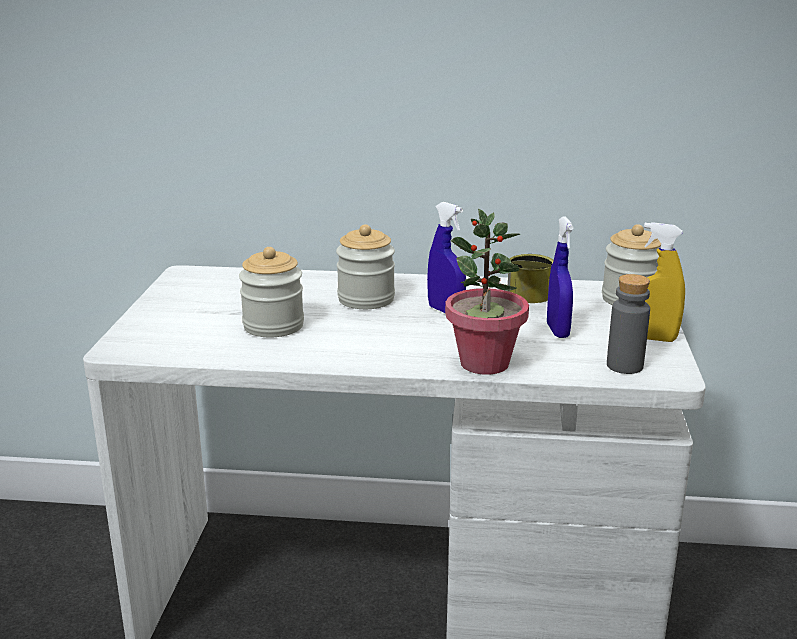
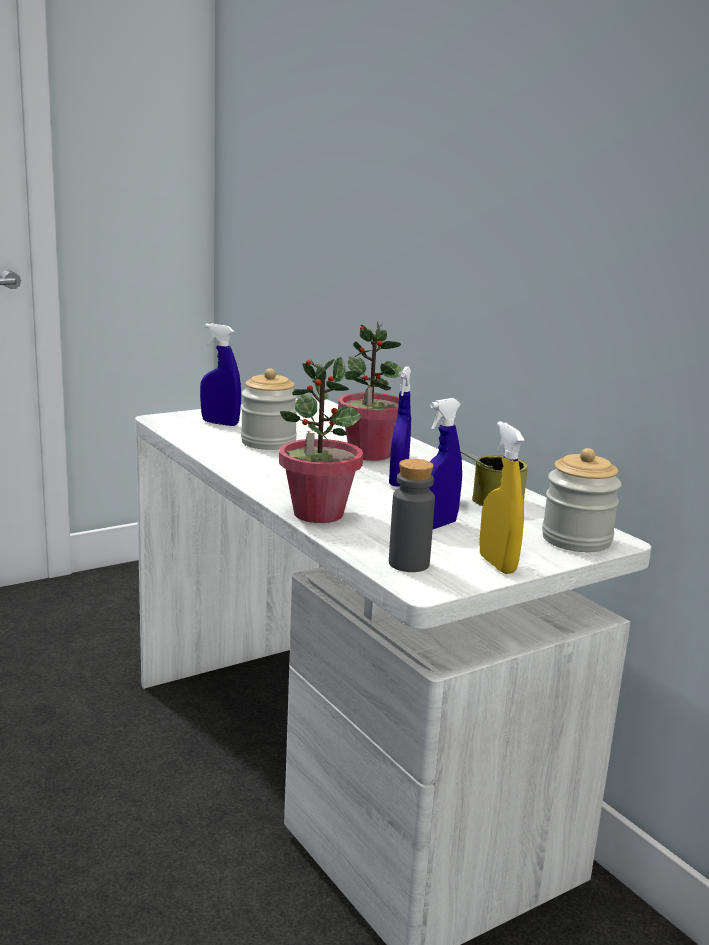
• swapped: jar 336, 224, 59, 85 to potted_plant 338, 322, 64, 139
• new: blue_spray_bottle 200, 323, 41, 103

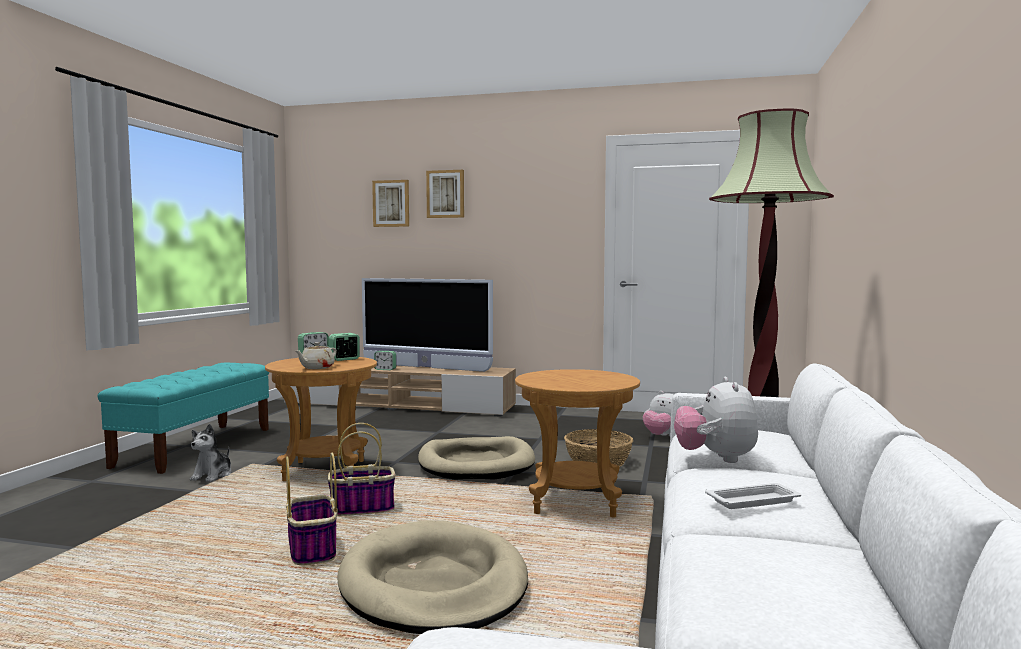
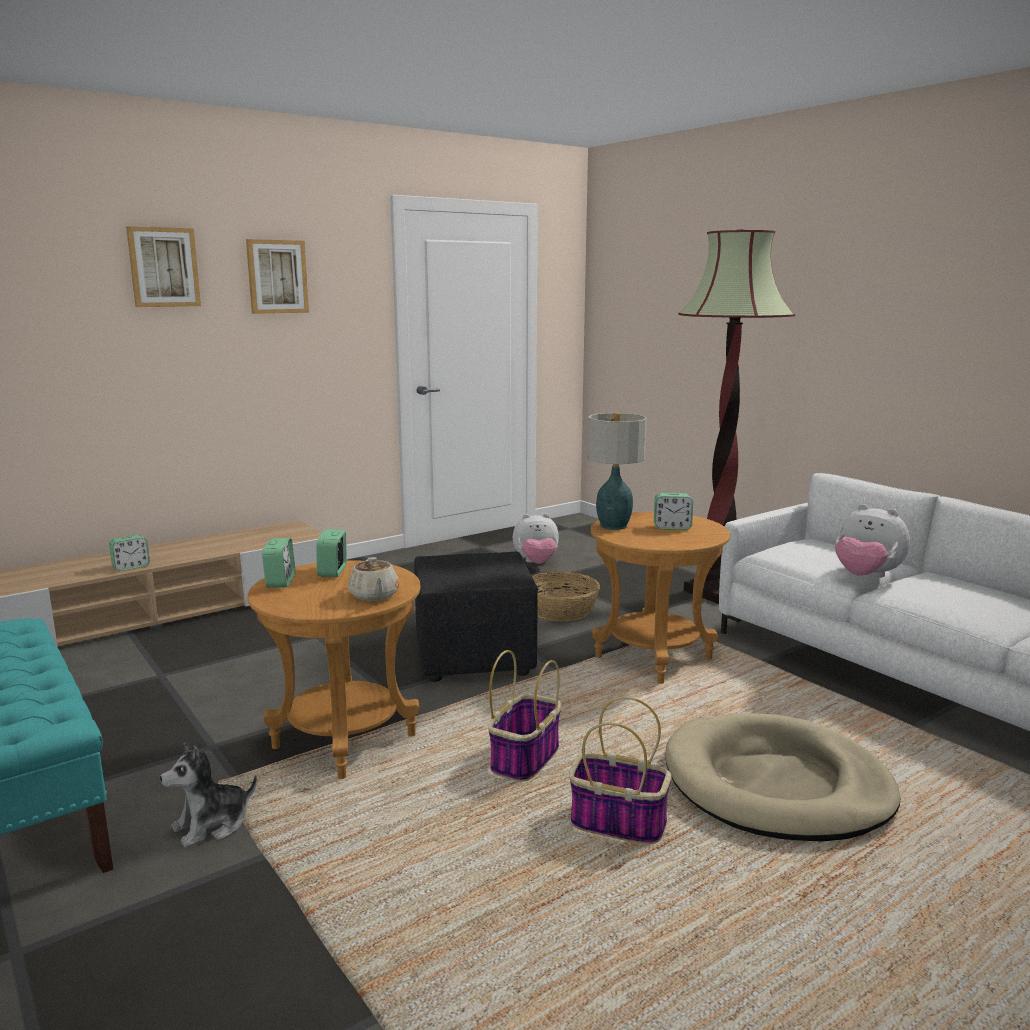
• shifted: picture 372, 180, 37, 47 to 246, 239, 63, 75
• gone: television 362, 278, 131, 94
• rotated: plush_toy 190, 424, 42, 58 = 160, 743, 97, 105 90 degrees clockwise
• swapped: beige_dog_bed 418, 436, 117, 44 to black_ottoman 414, 552, 124, 130
• gone: white_tray 705, 483, 96, 26
• new: table_lamp 587, 412, 60, 118
• new: alarm_clock 654, 493, 39, 37

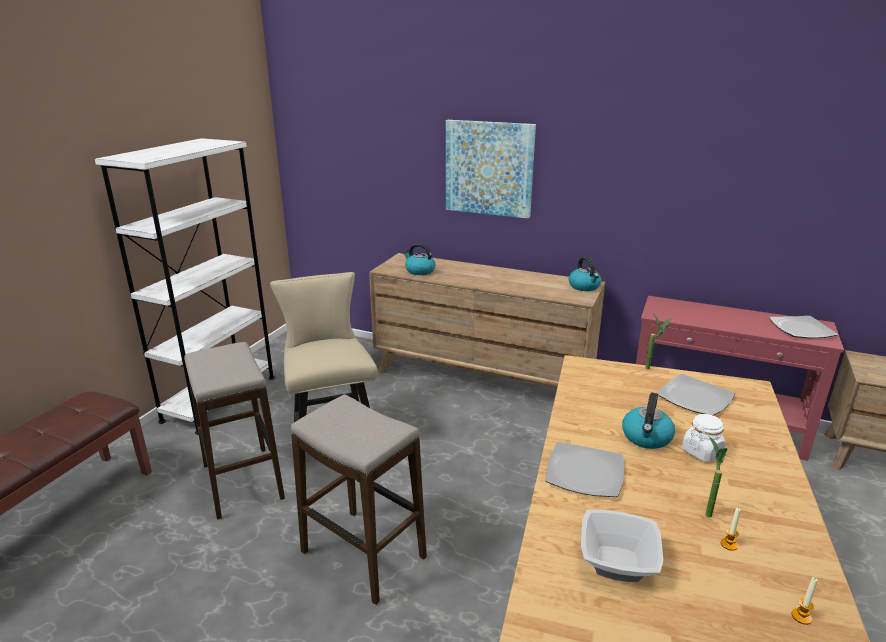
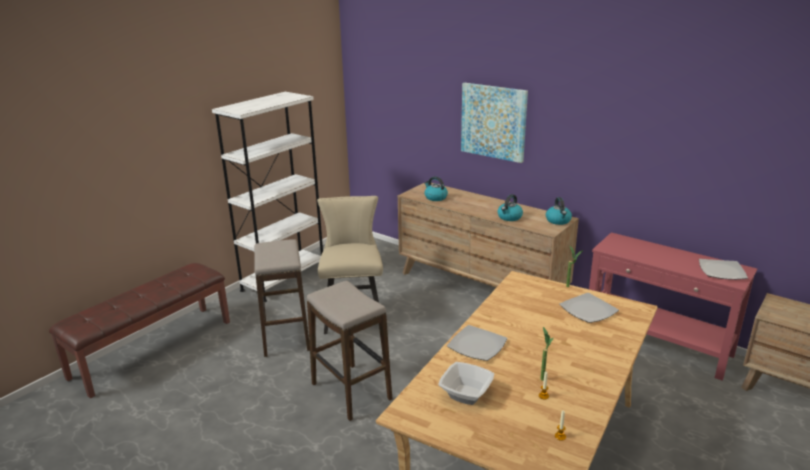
• shifted: kettle 622, 393, 53, 56 to 497, 194, 26, 27
• gone: white_jar 682, 414, 44, 48

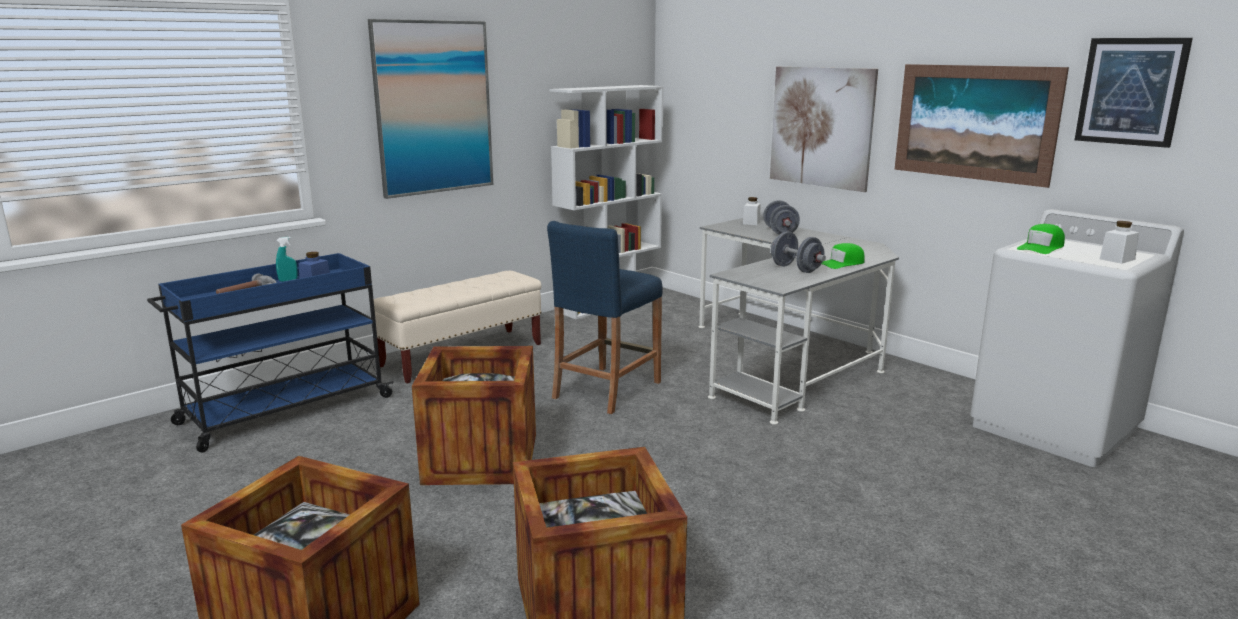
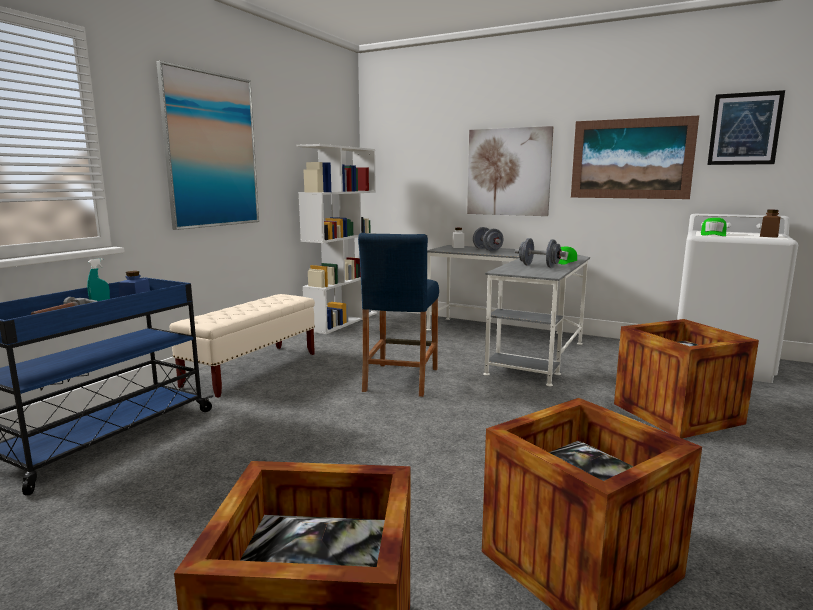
• repainted: white_jar 1100, 221, 39, 43 to brown_jar 760, 210, 20, 28
• shifted: crate 412, 346, 124, 139 to 614, 319, 145, 120

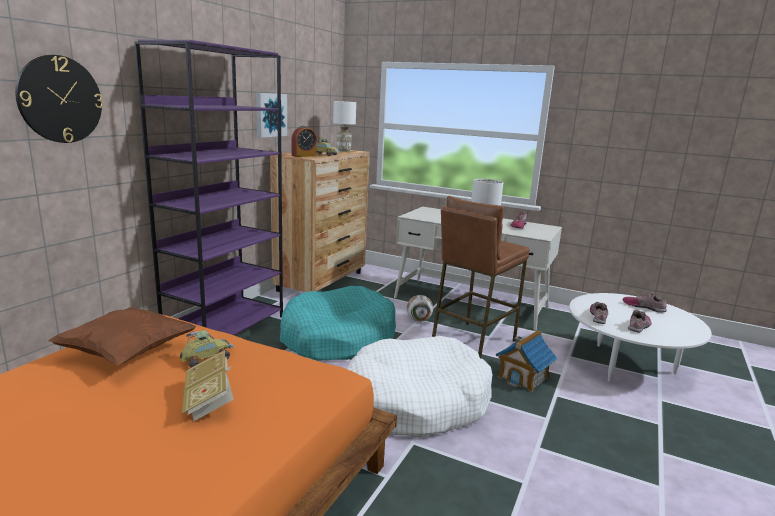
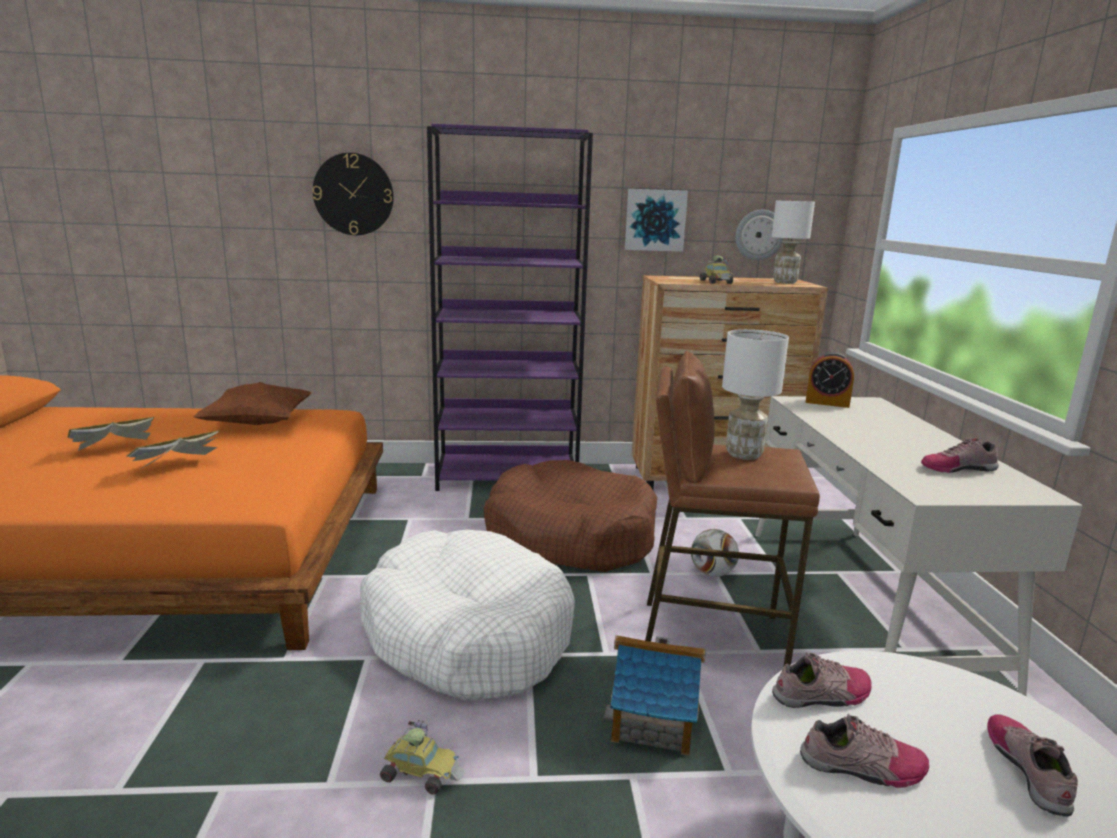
• shifted: alarm_clock 292, 126, 25, 31 to 806, 352, 48, 56
• repainted: turquoise_dog_bed 280, 286, 116, 75 to brown_dog_bed 484, 460, 173, 112
• shifted: toy_car 180, 330, 54, 38 to 380, 720, 85, 75
• new: wall_clock 736, 210, 47, 50
• new: book 67, 417, 87, 34

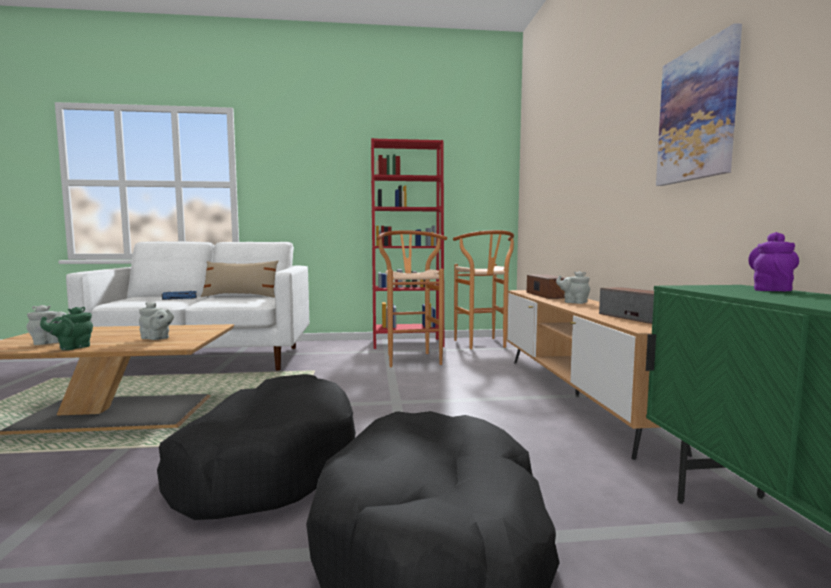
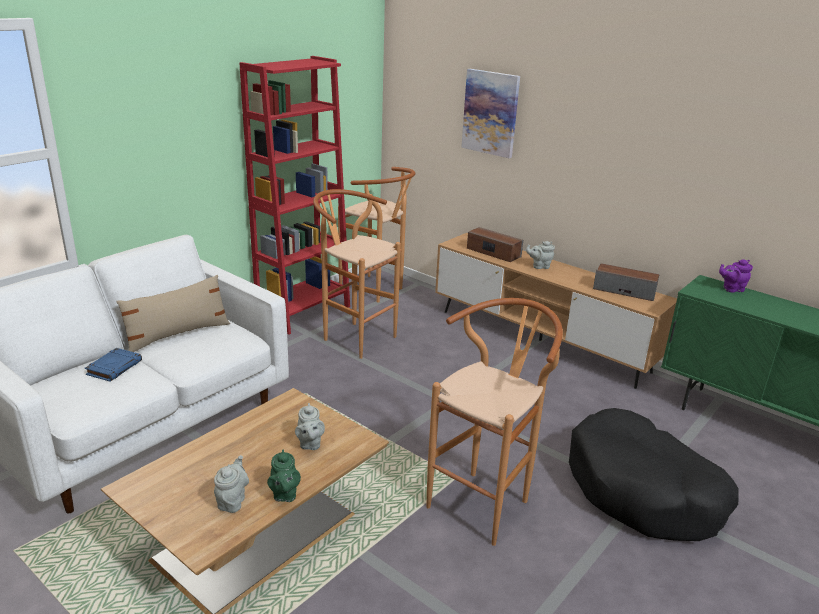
• shifted: picture 656, 23, 86, 163 to 461, 69, 59, 89
• rotated: purple_teapot 748, 232, 51, 59 = 719, 259, 34, 34 90 degrees counterclockwise
• rotated: grey_teapot 139, 302, 35, 38 = 295, 403, 30, 47 105 degrees clockwise
• swapped: black_dog_bed 157, 374, 199, 146 to brown_stool 427, 298, 136, 248

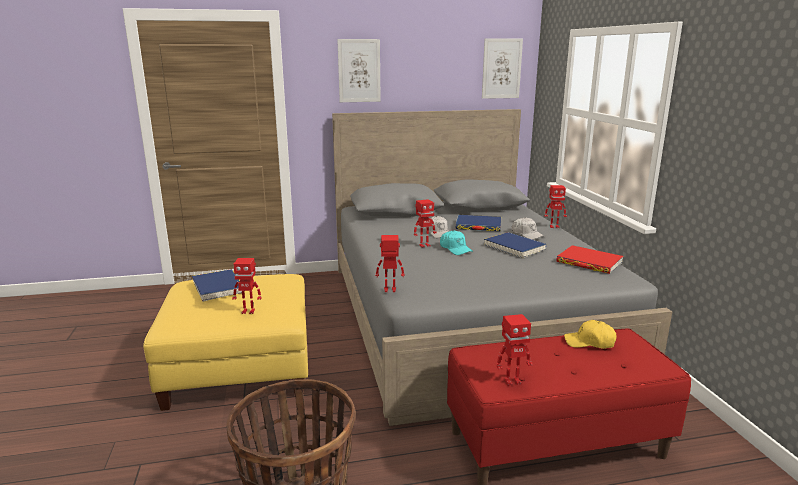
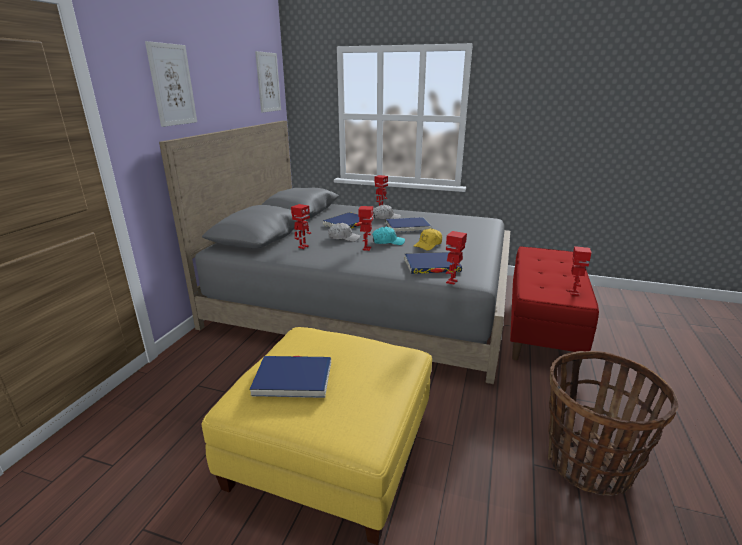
• gone: red_book 556, 245, 67, 29
• shifted: toy_robot 232, 258, 30, 56 to 291, 204, 20, 45
• shifted: yellow_cap 564, 320, 53, 29 to 413, 228, 29, 23
• new: blue_book 405, 252, 57, 22

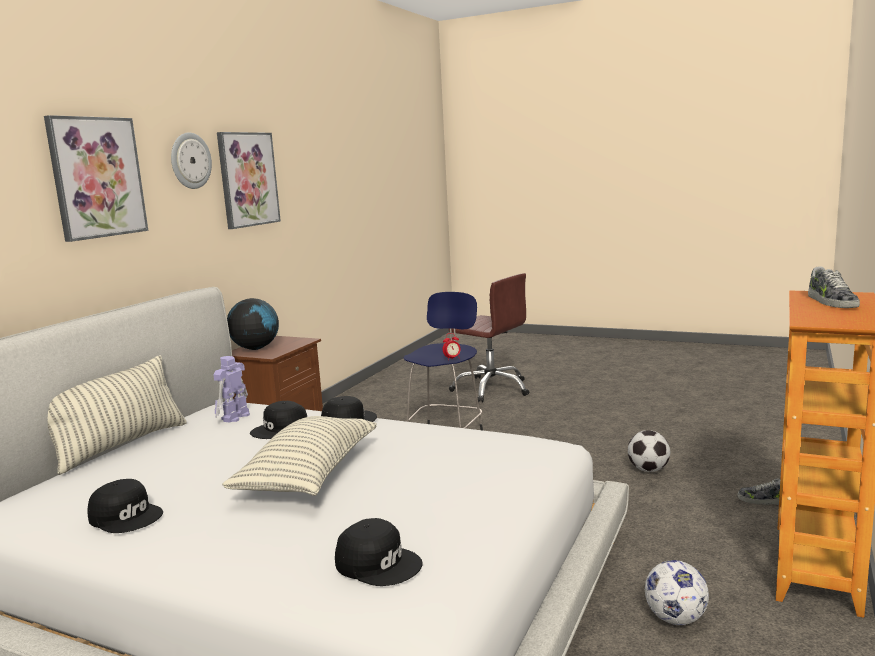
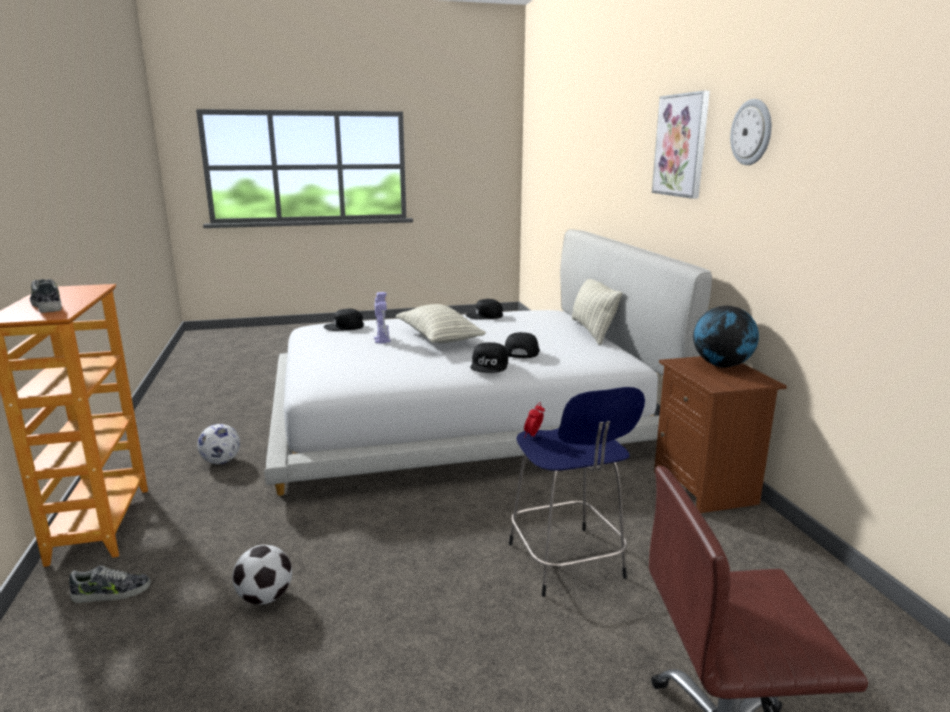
• gone: picture 217, 132, 64, 97
• shifted: toy_robot 213, 356, 37, 67 to 374, 292, 17, 52

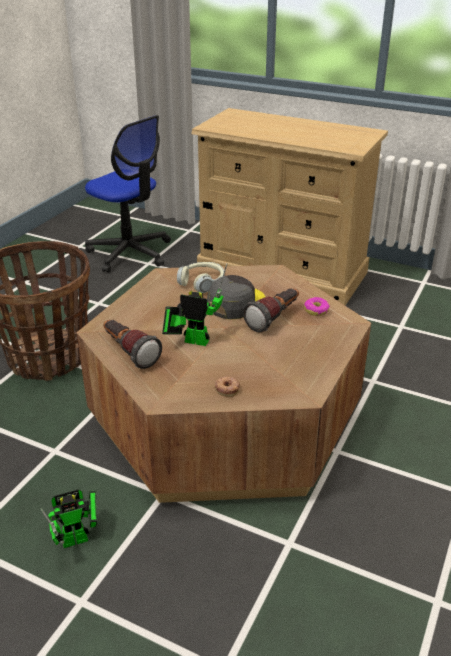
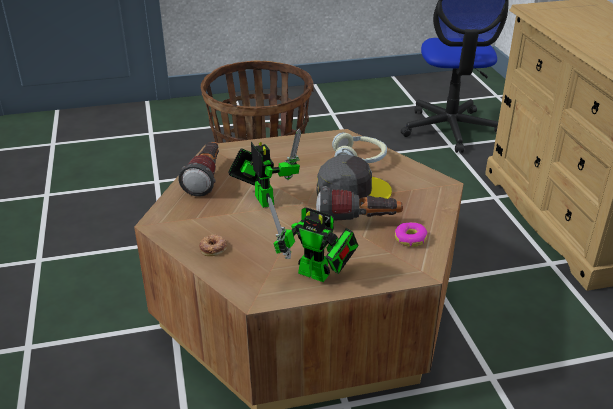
• shifted: toy_robot 40, 489, 57, 59 to 268, 197, 90, 85

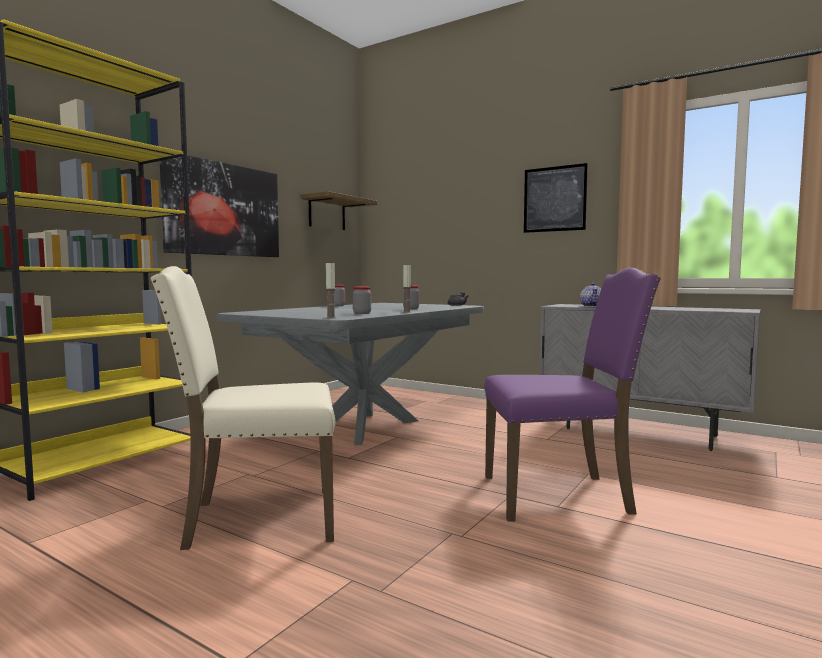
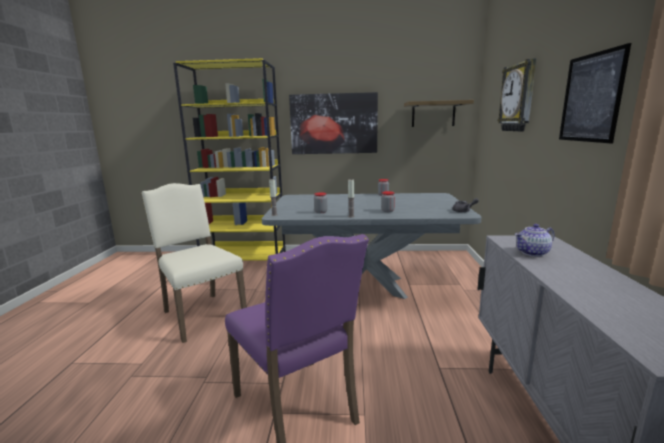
• new: wall_clock 498, 58, 39, 74

